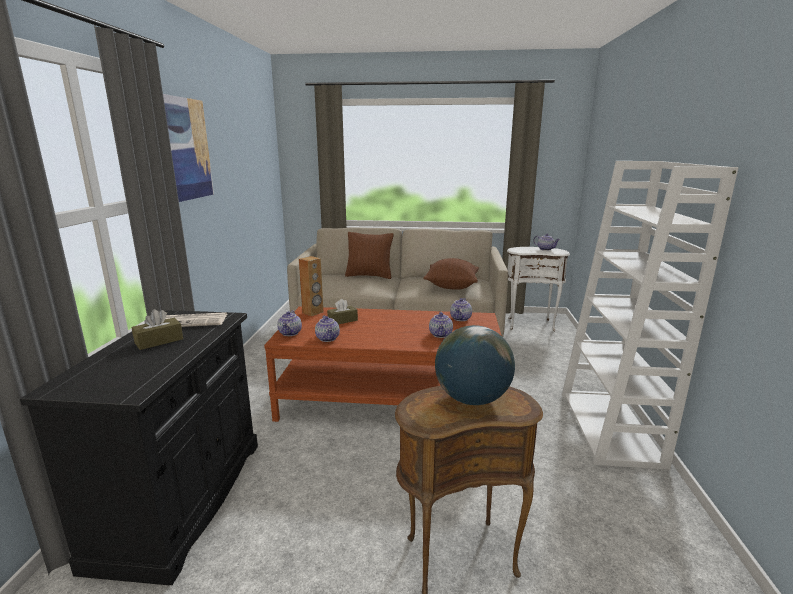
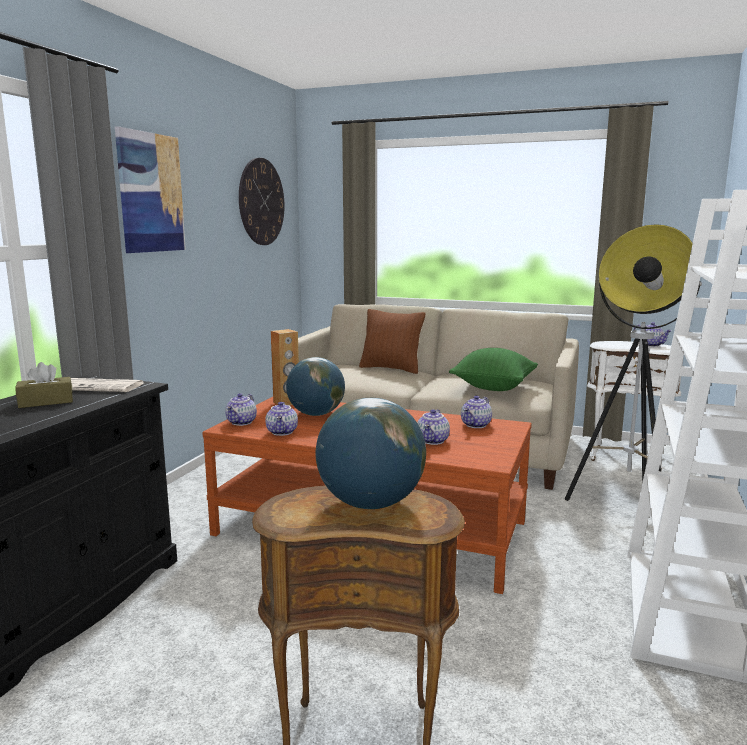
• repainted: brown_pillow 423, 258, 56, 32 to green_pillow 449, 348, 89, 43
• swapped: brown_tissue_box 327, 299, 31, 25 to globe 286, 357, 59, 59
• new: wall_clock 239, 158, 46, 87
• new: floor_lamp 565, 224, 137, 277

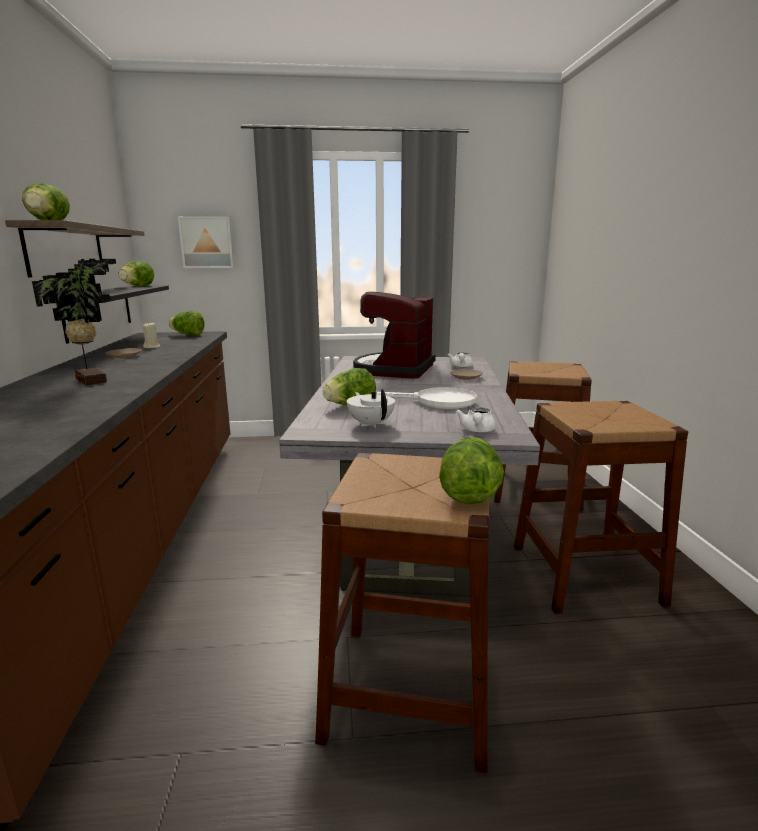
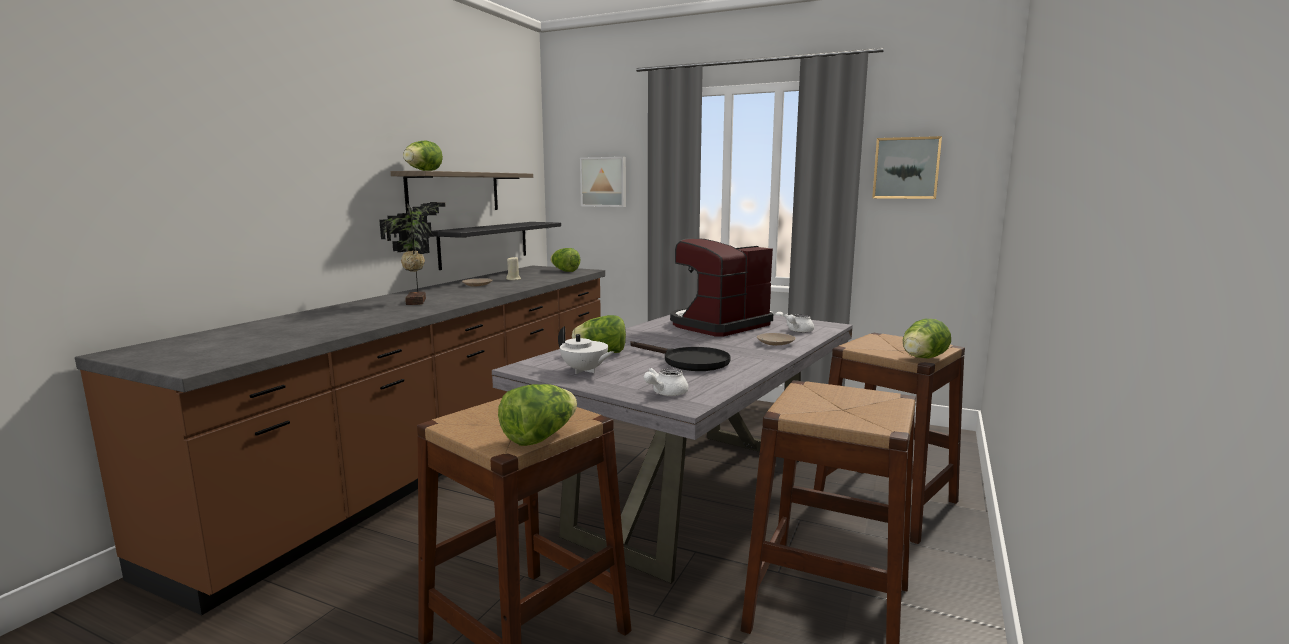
• shifted: lettuce 119, 261, 35, 25 to 903, 319, 48, 40
• repainted: white_frying_pan 376, 387, 101, 22 to black_frying_pan 630, 341, 101, 30
• rotated: white_teapot 347, 389, 48, 39 = 558, 326, 56, 48 120 degrees clockwise
• new: picture 872, 136, 70, 63

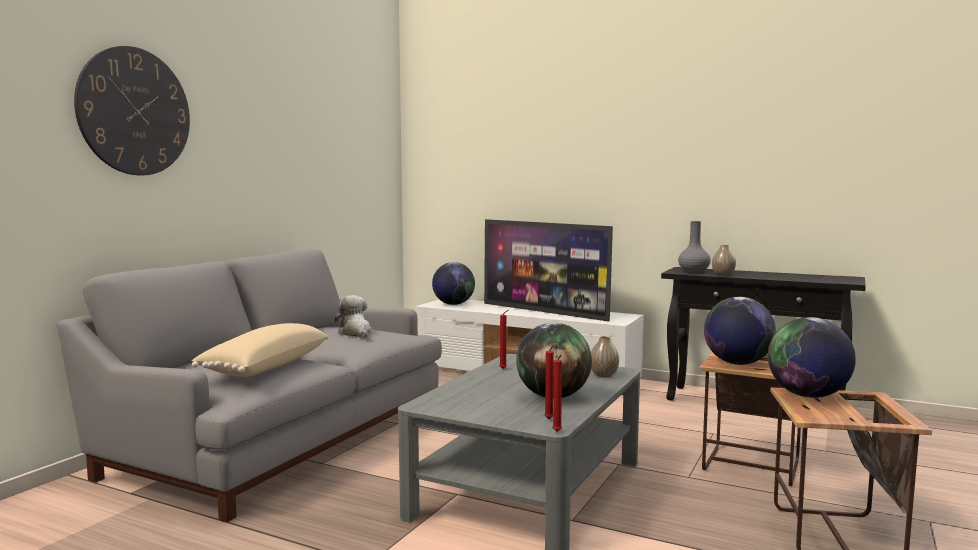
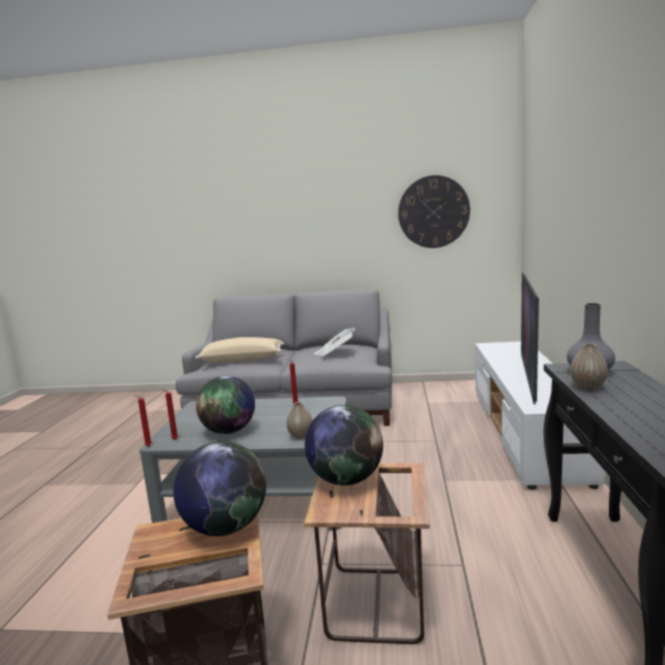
• shifted: wall_clock 74, 46, 116, 129 to 398, 175, 72, 73
• gone: globe 432, 262, 43, 43
• swapped: plush_toy 334, 295, 38, 43 to newspaper 314, 328, 41, 28

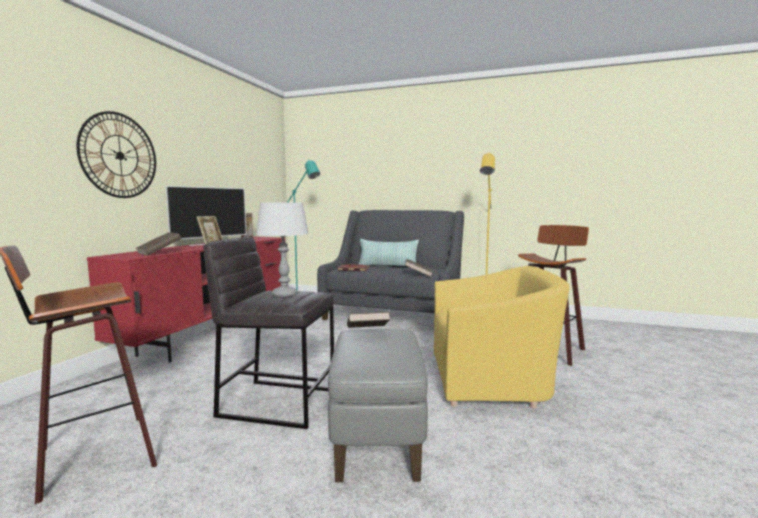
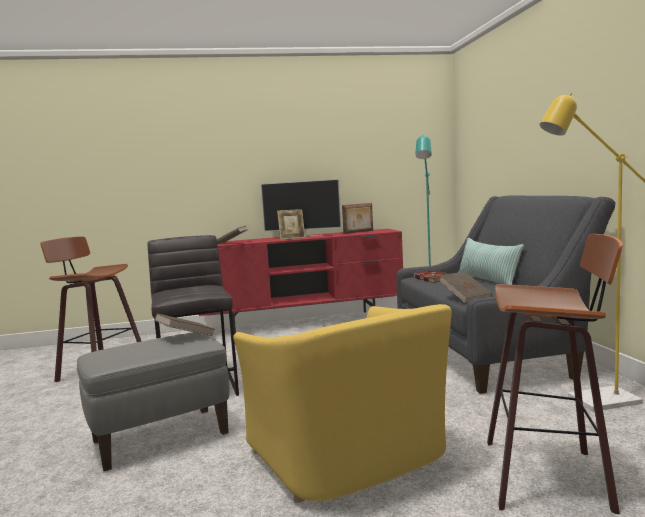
• gone: wall_clock 76, 111, 80, 87
• gone: grey_table_lamp 256, 202, 53, 95

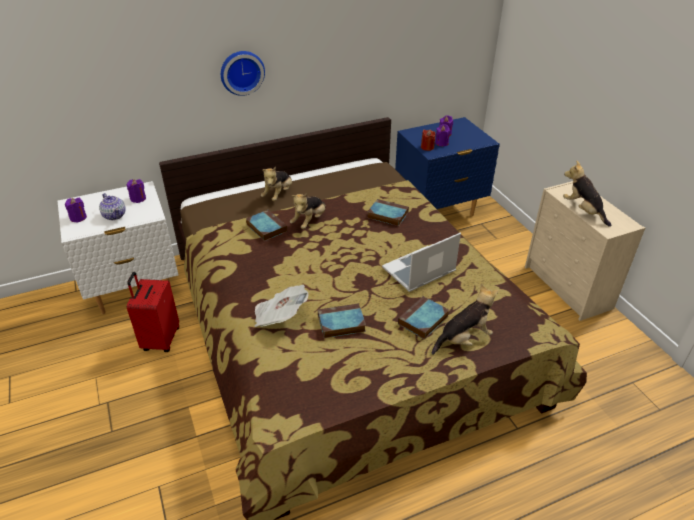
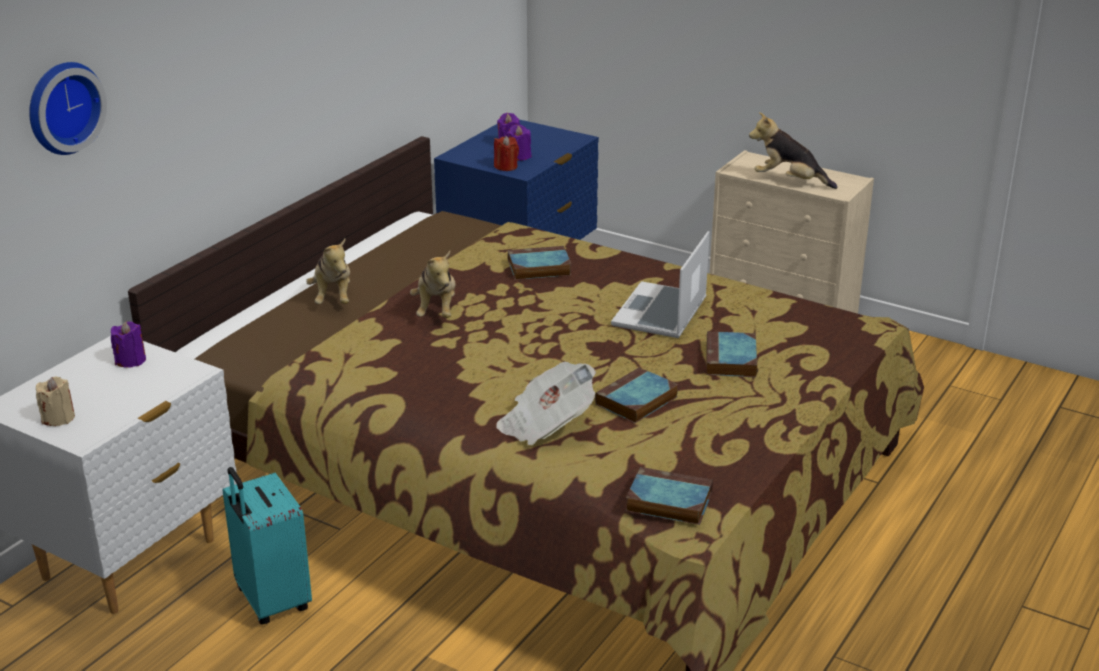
• shifted: wall_clock 221, 51, 44, 45 to 29, 62, 78, 93
• gone: teapot 99, 193, 27, 27
• repainted: purple_candle 65, 198, 22, 25 to beige_candle 36, 377, 39, 49
• shifted: book 246, 210, 41, 31 to 626, 467, 87, 58
• repainted: red_suitcase 127, 272, 52, 80 to turquoise_suitcase 223, 467, 89, 158
• gone: plush_toy 432, 284, 67, 71

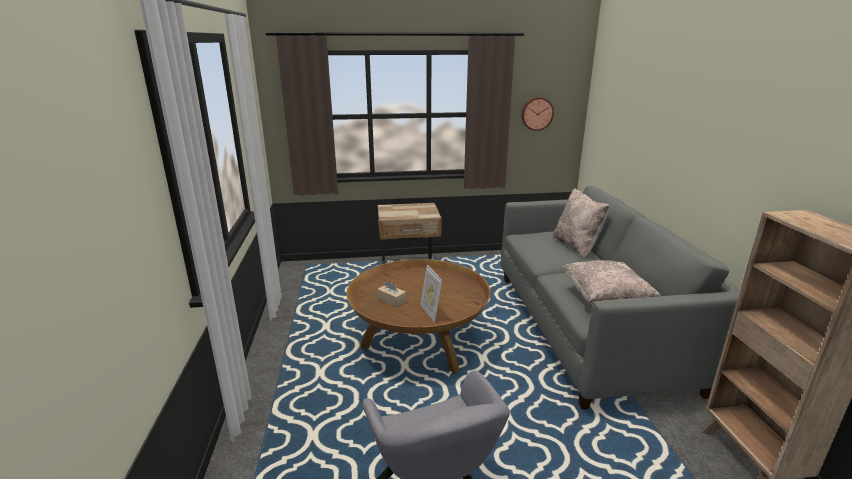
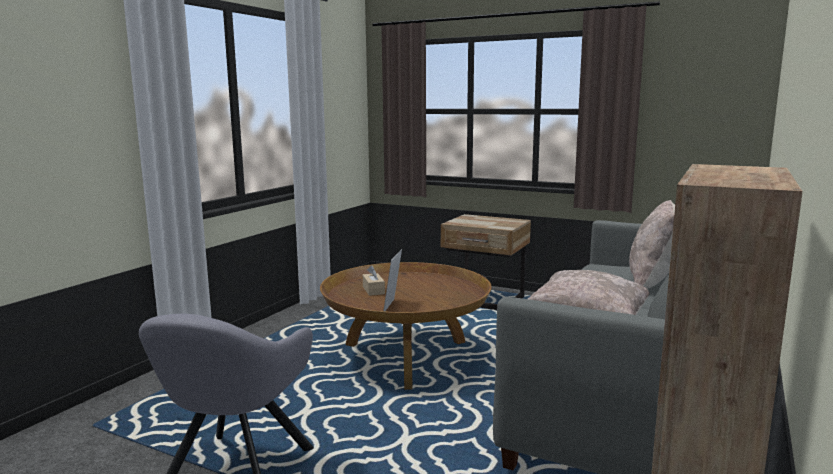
• gone: wall_clock 521, 97, 33, 34

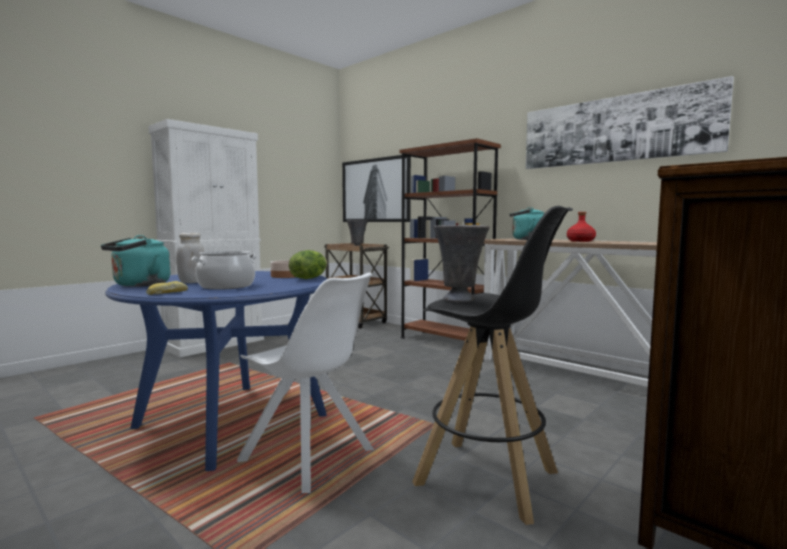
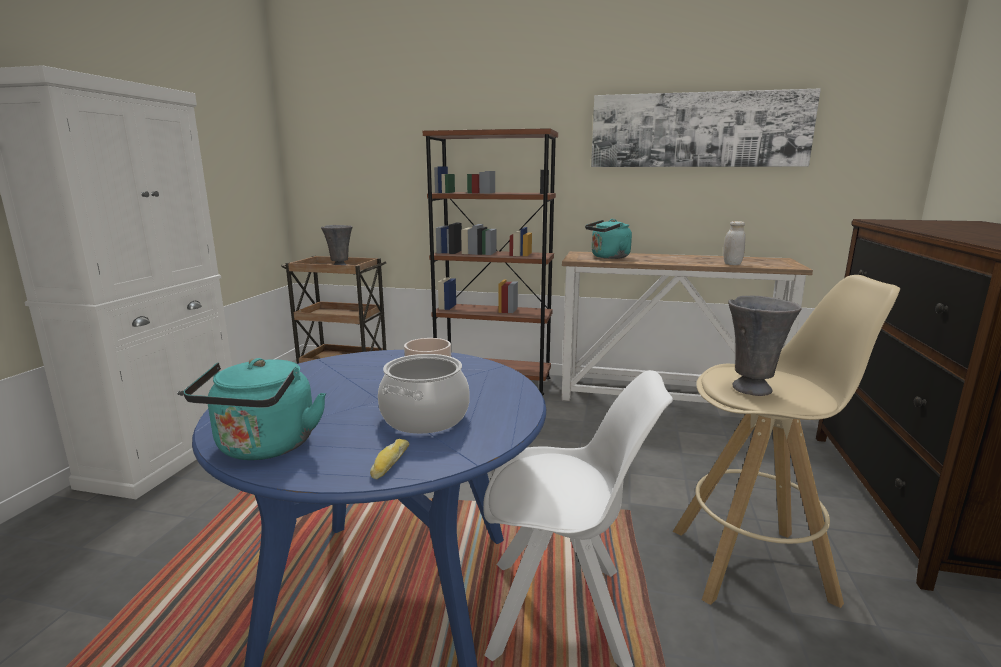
• gone: picture 342, 155, 69, 67
• repainted: black_stool 412, 206, 161, 319 to beige_stool 673, 275, 227, 333
• gone: red_bottle 567, 212, 29, 30
• shifted: white_jar 176, 233, 28, 50 to 723, 221, 23, 44
• gone: lettuce 289, 250, 38, 29

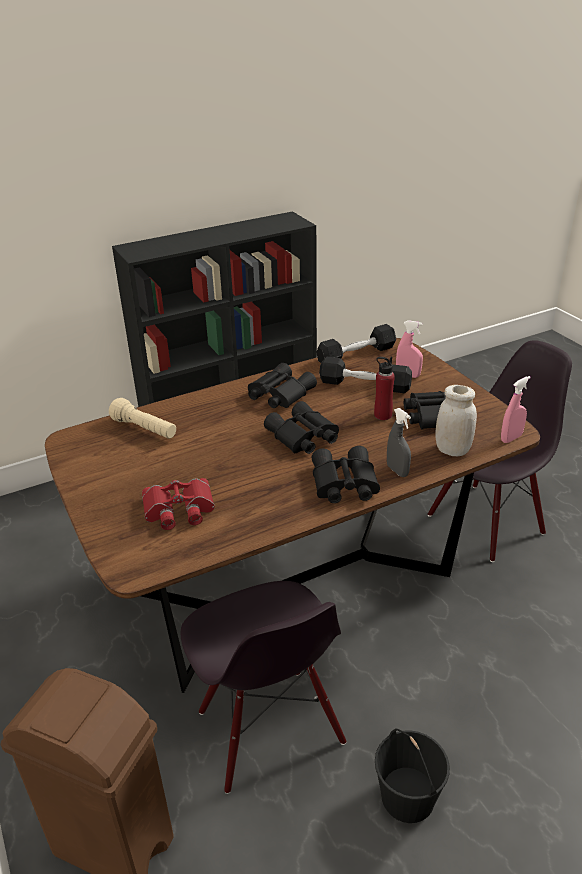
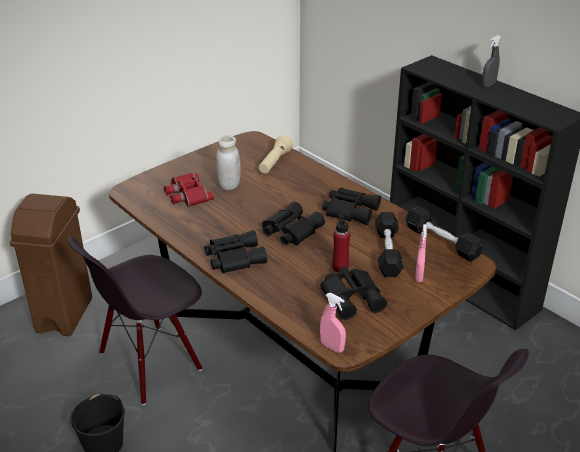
• shifted: white_jar 435, 385, 42, 71 to 216, 135, 25, 55
• shifted: grey_spray_bottle 387, 408, 24, 69 to 482, 35, 19, 52

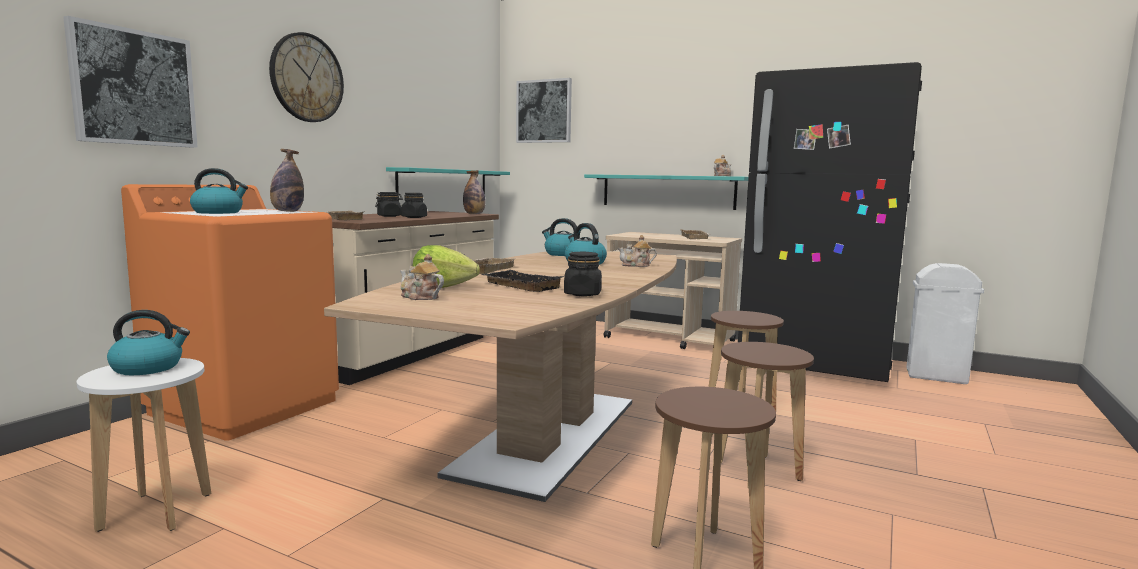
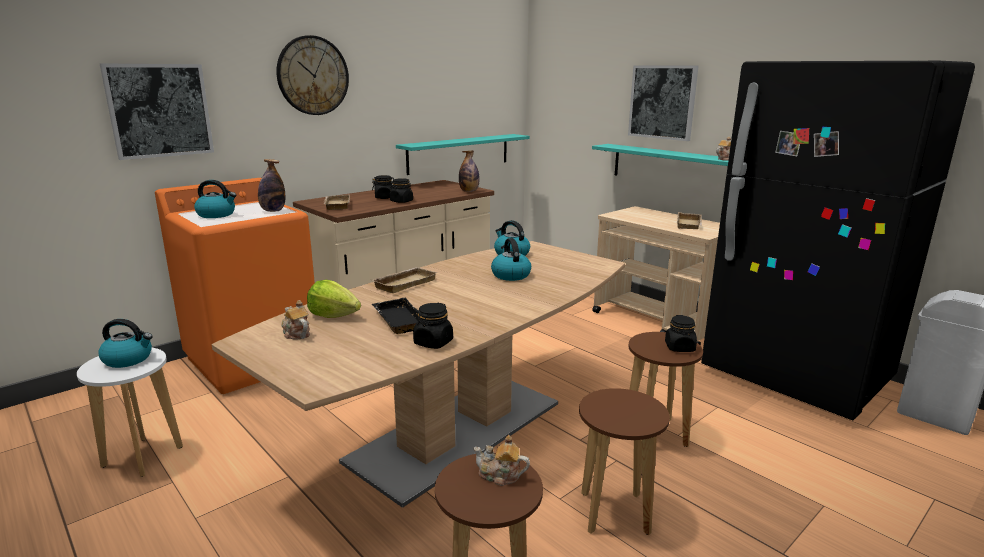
• shifted: picture 516, 78, 56, 65 to 628, 65, 71, 76
• shifted: teapot 618, 235, 39, 32 to 473, 435, 57, 51
• new: black_jar 665, 315, 32, 37

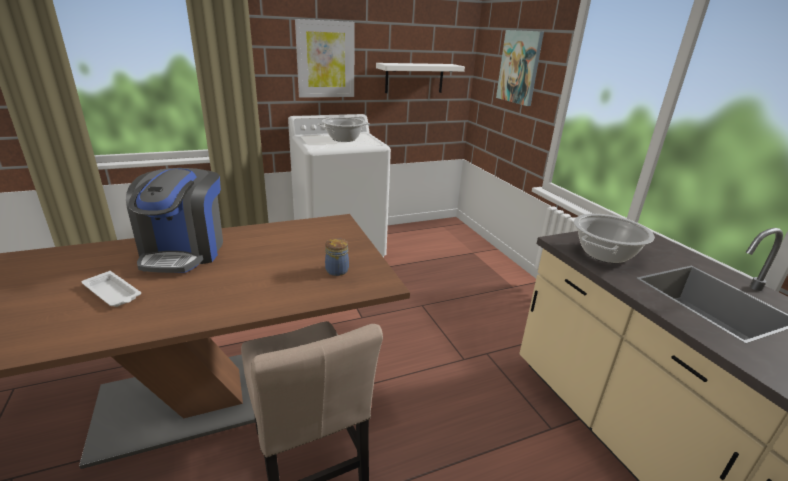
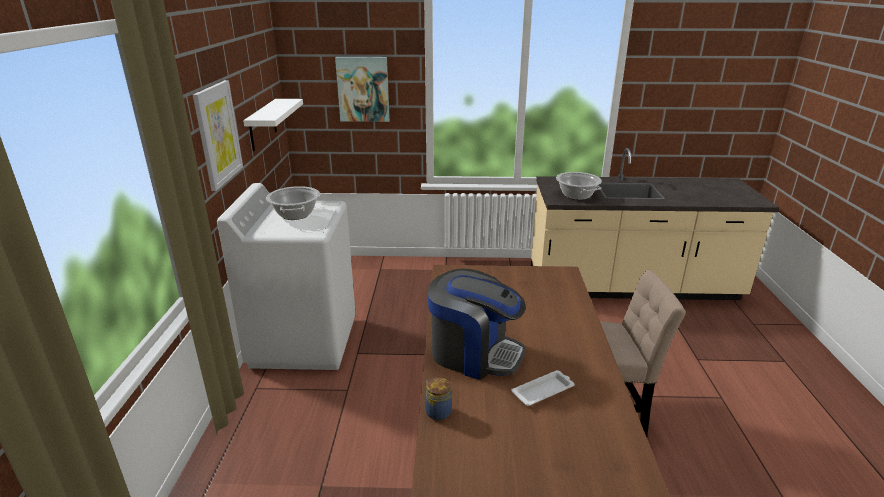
• shifted: jar 325, 238, 24, 38 to 425, 377, 27, 43

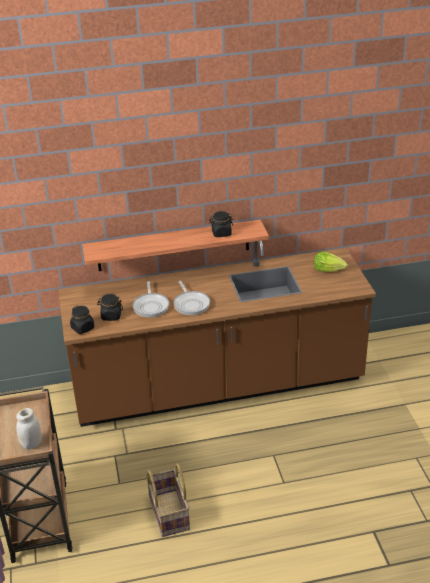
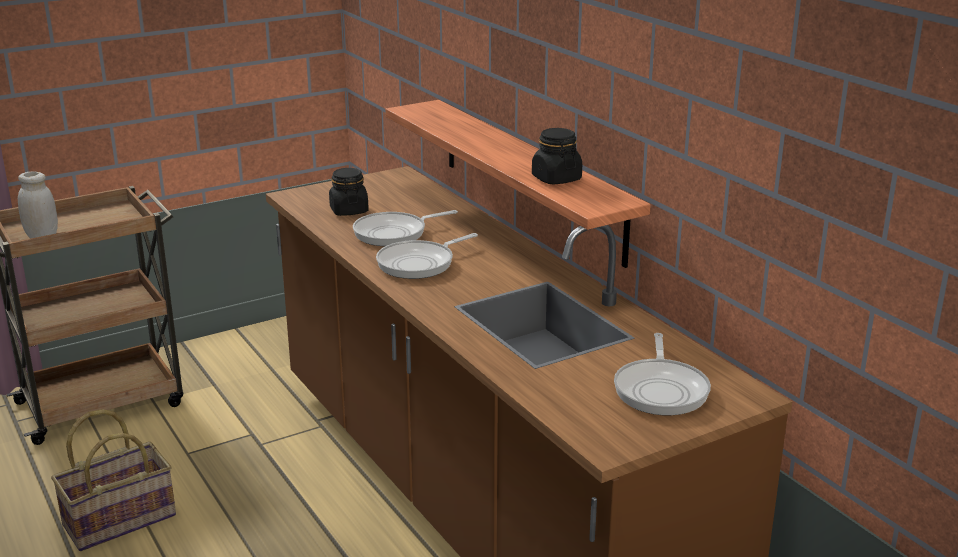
• swapped: lettuce 314, 251, 34, 21 to frying_pan 614, 333, 97, 82
• gone: black_jar 70, 306, 24, 28

